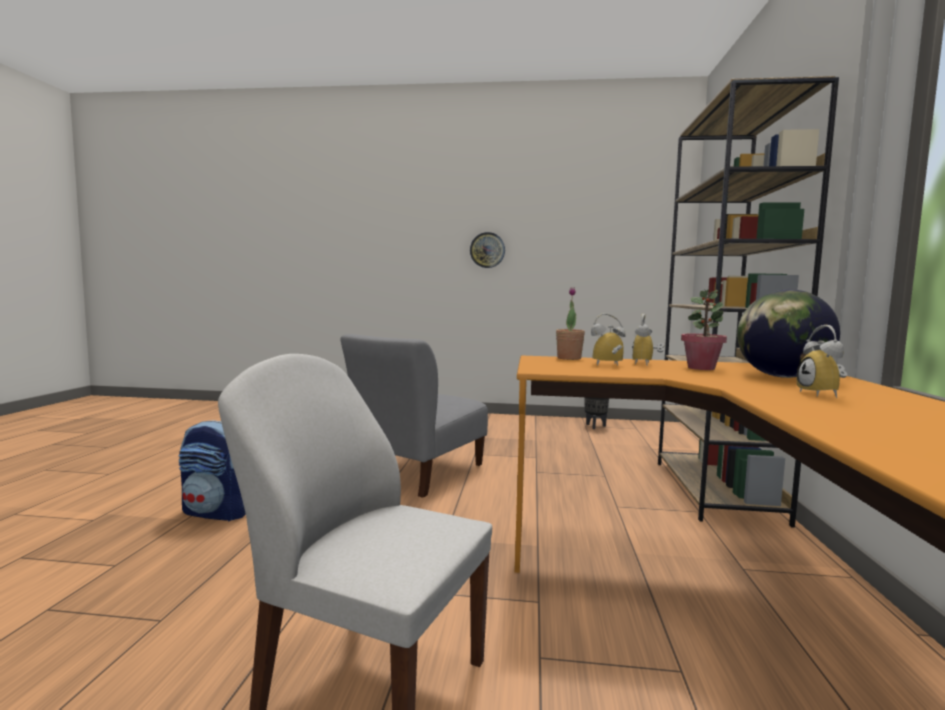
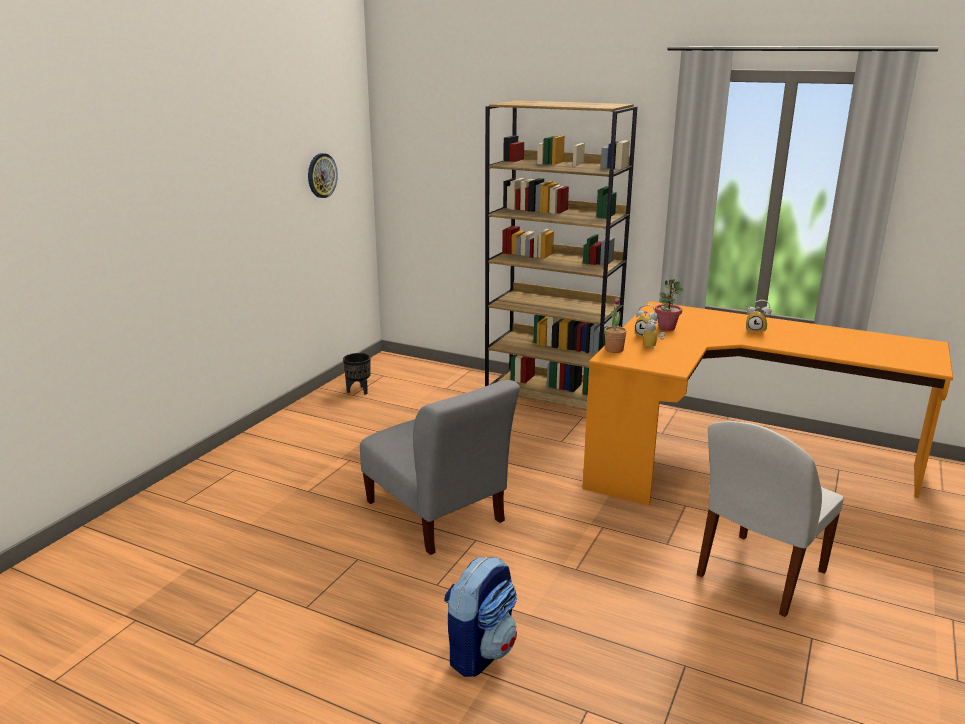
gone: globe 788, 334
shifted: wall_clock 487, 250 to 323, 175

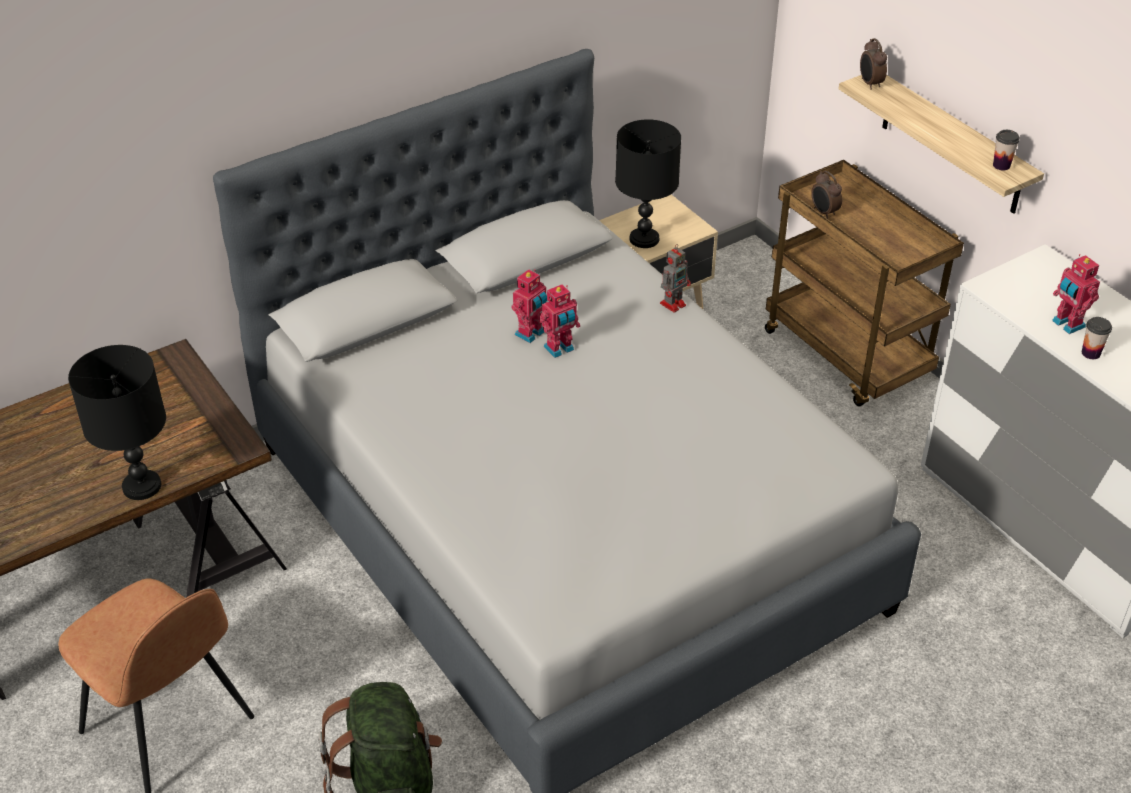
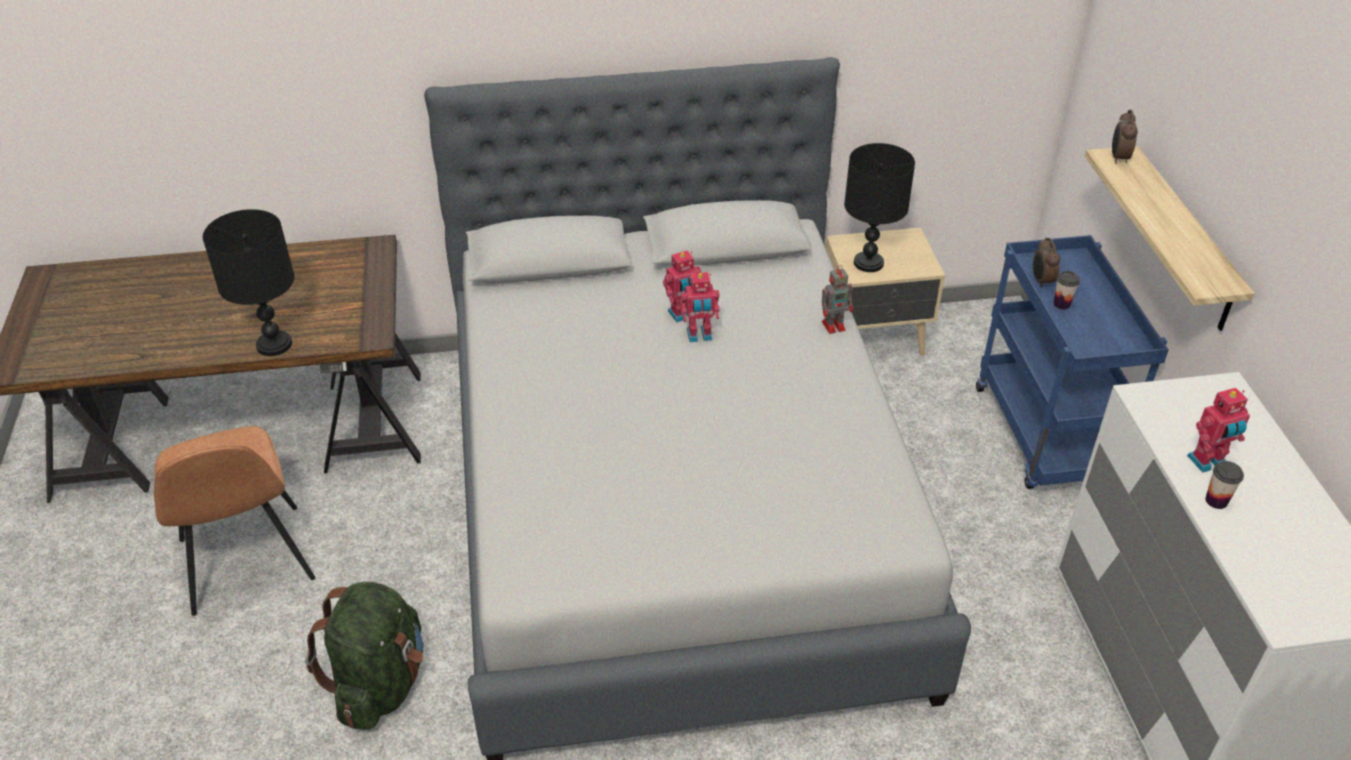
shifted: drinking_cup 1006, 150 to 1067, 290
repainted: brown_wheeled_cart 864, 283 to bluish_wheeled_cart 1072, 362
rotated: model_robot 1076, 294 = 1218, 430 105 degrees counterclockwise

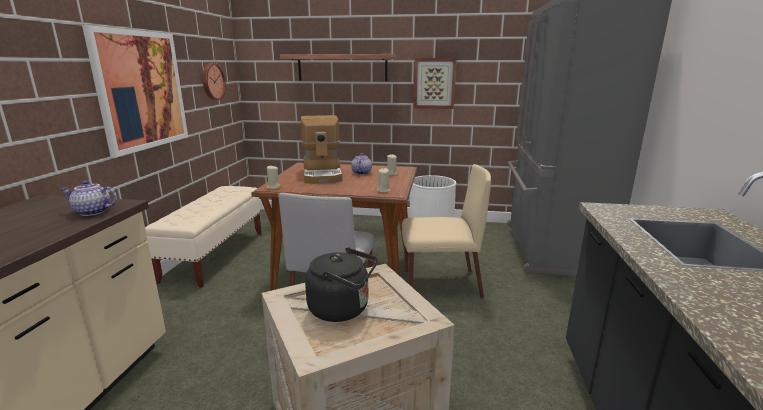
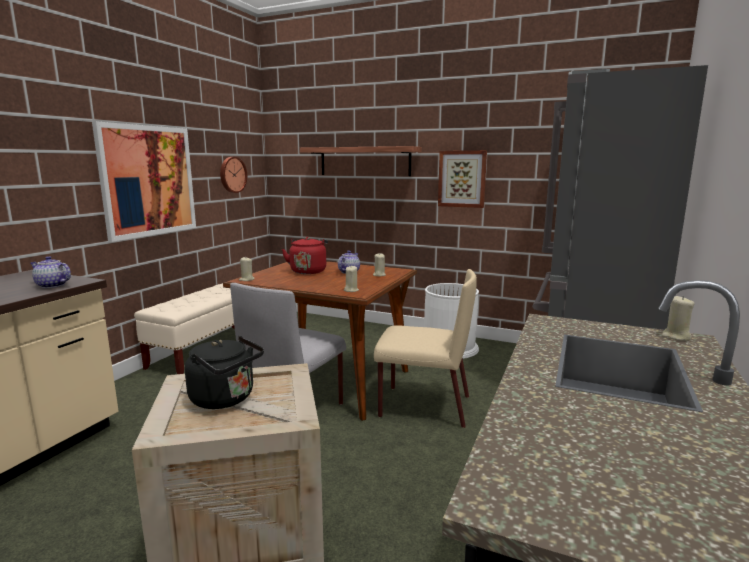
new: beige-coloured_wax_light 678, 318
swapped: coffee_brewer 321, 149 to red_tea_kettle 305, 255

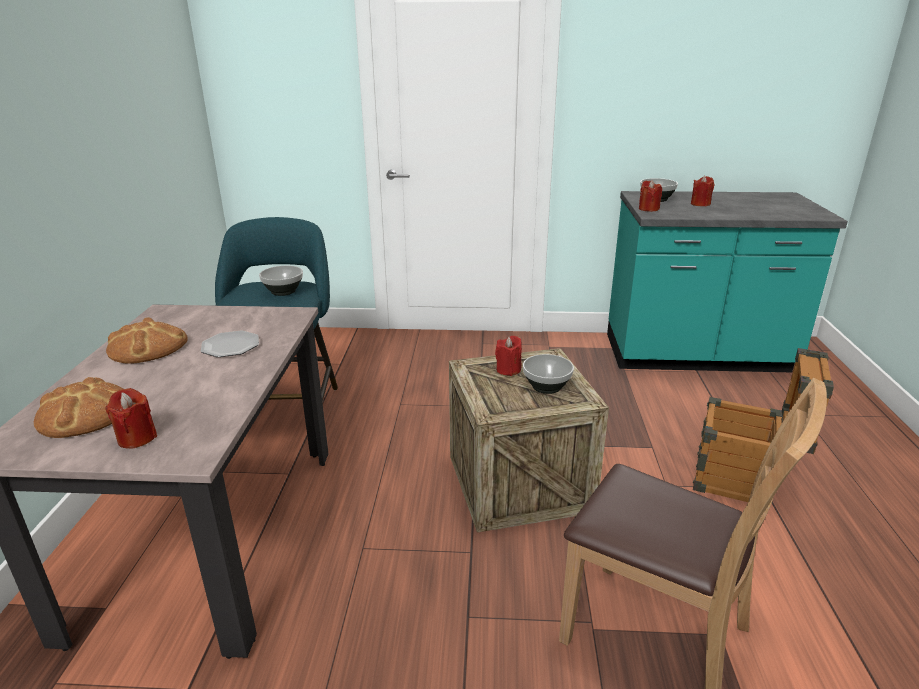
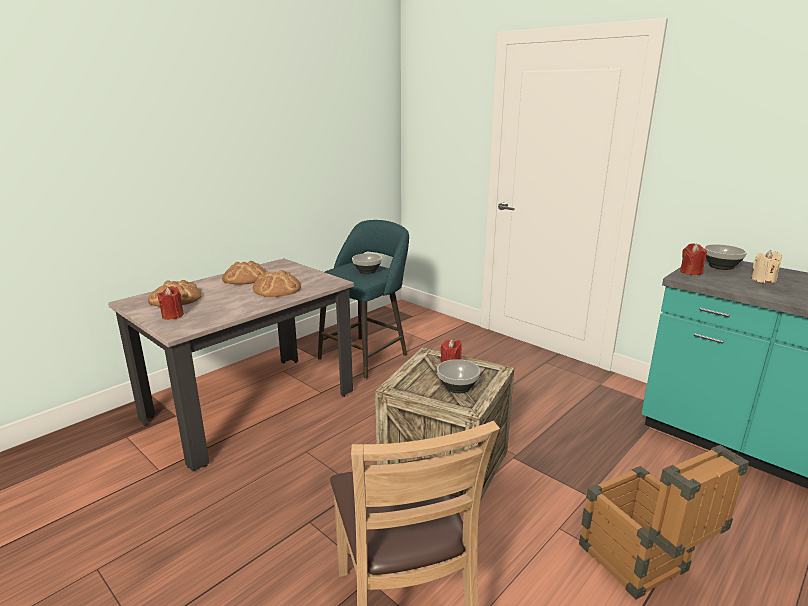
swapped: plate 230, 344 to bakery_bread 277, 283
repainted: red_wax_light 702, 191 to beige-coloured_wax_light 766, 266

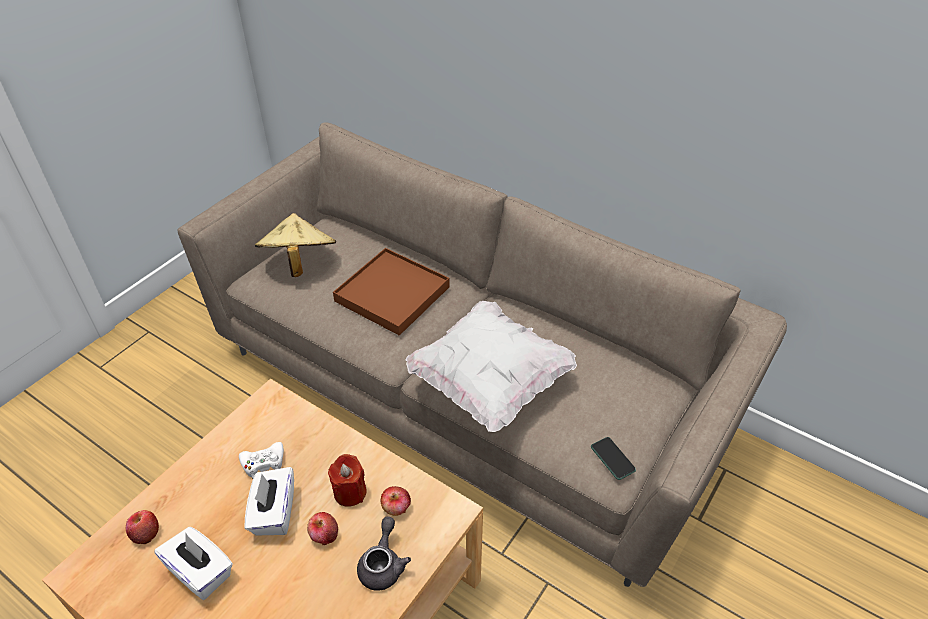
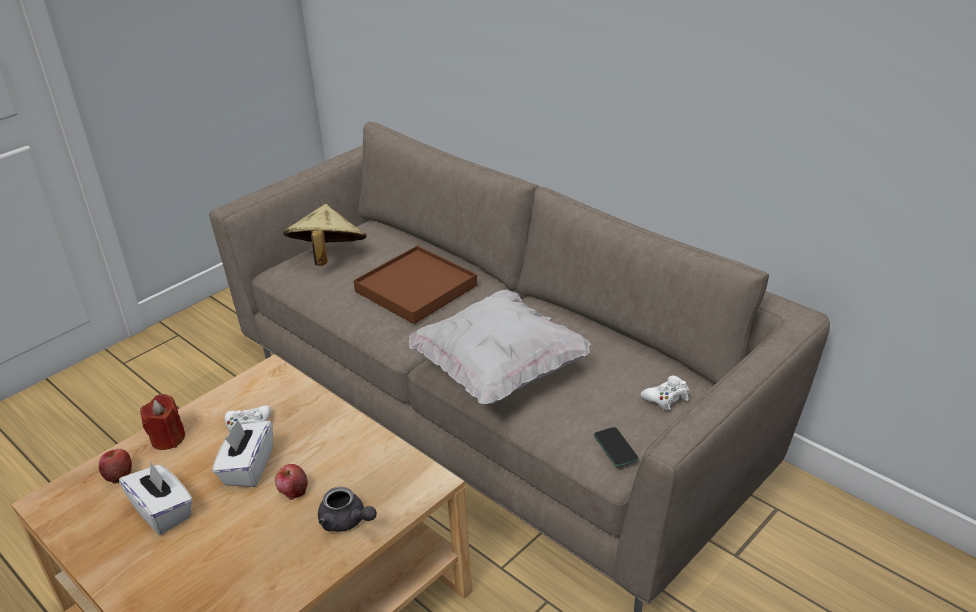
gone: whole_apple 396, 501
new: whitish_joypad 665, 393
shifted: red_wax_light 347, 480 to 162, 422
rotated: greyish_tea_pot 384, 554 = 347, 509 105 degrees clockwise

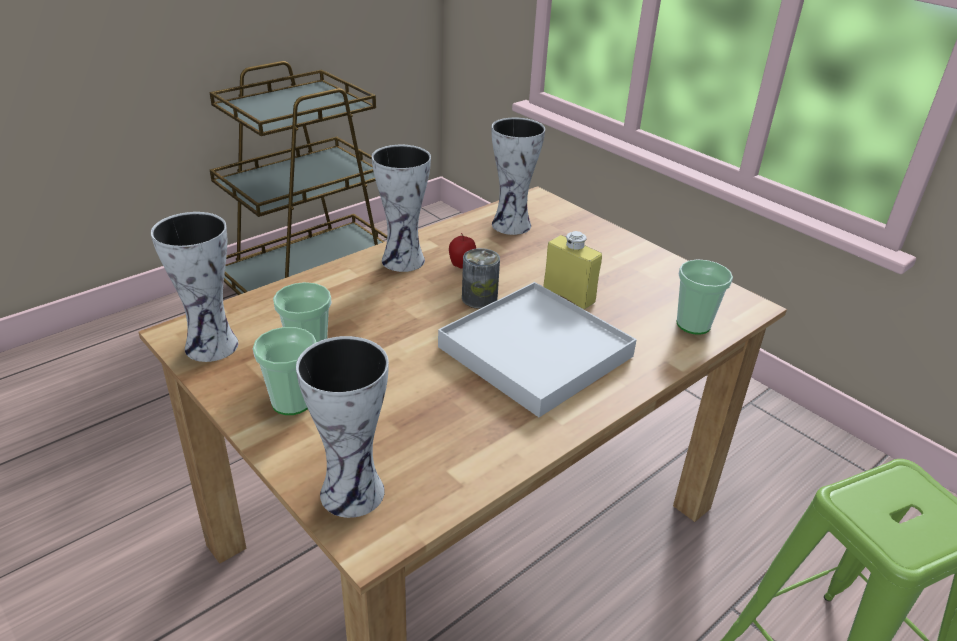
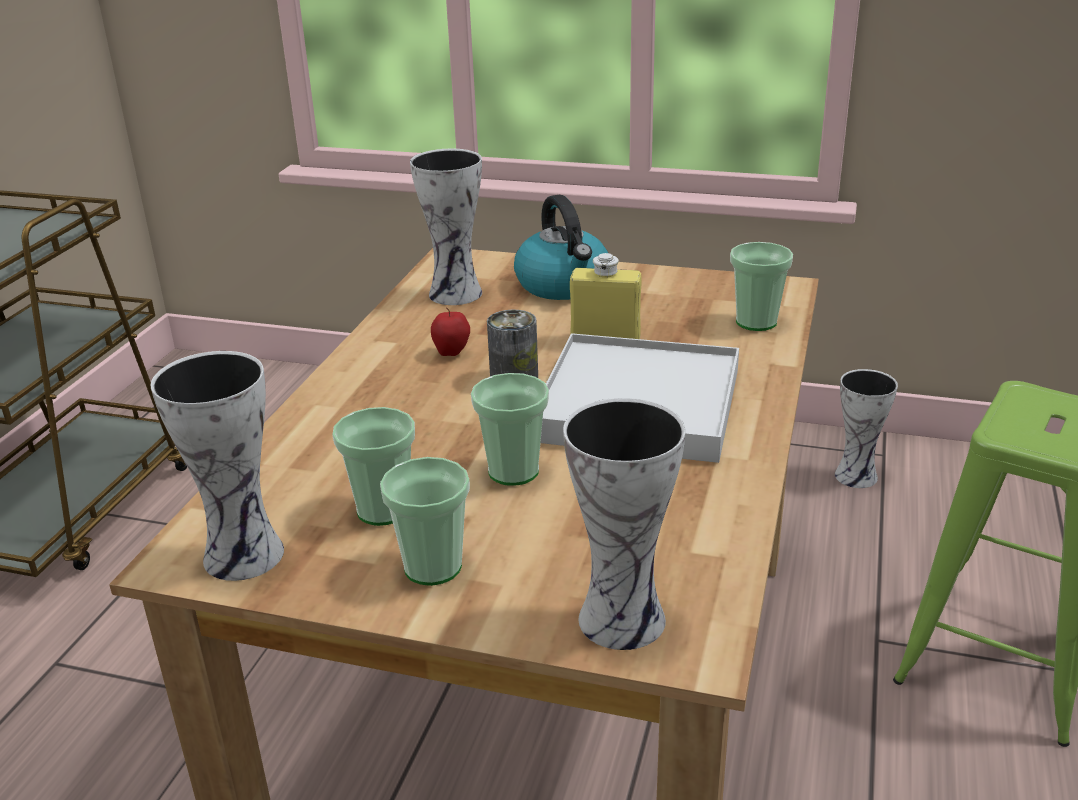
new: drinking_cup 510, 429; tea_kettle 561, 247
shifted: decorative_vase 401, 208 to 866, 428

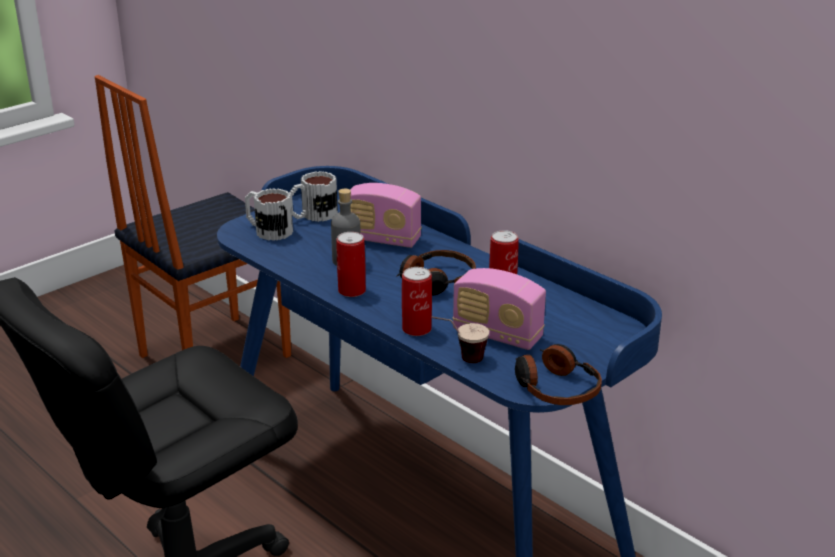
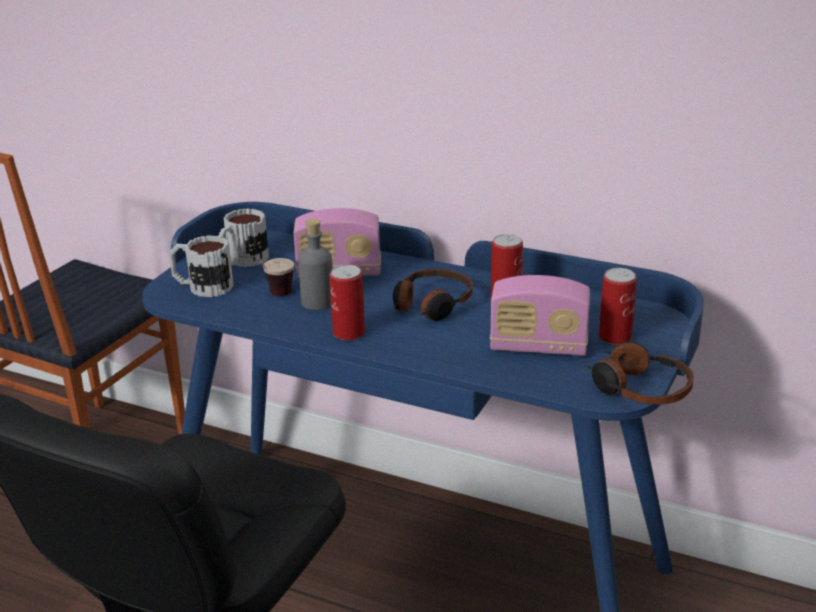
shifted: drinking_cup 460, 339 to 266, 275; sealed_can 417, 301 to 618, 306

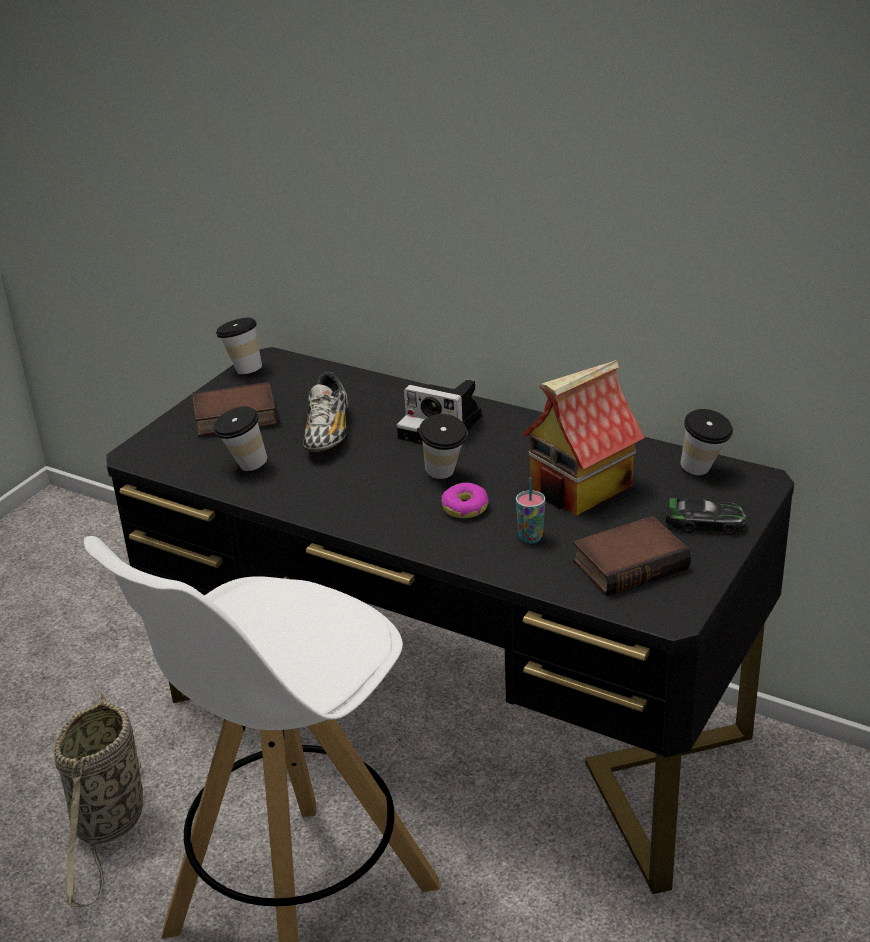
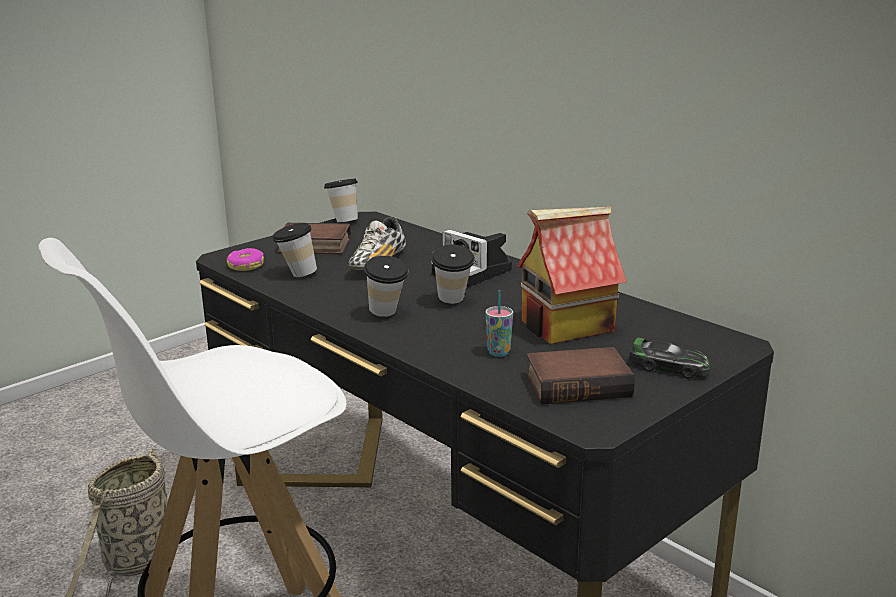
shifted: ring_doughnut 465, 500 to 245, 259; drinking_cup 706, 442 to 386, 286

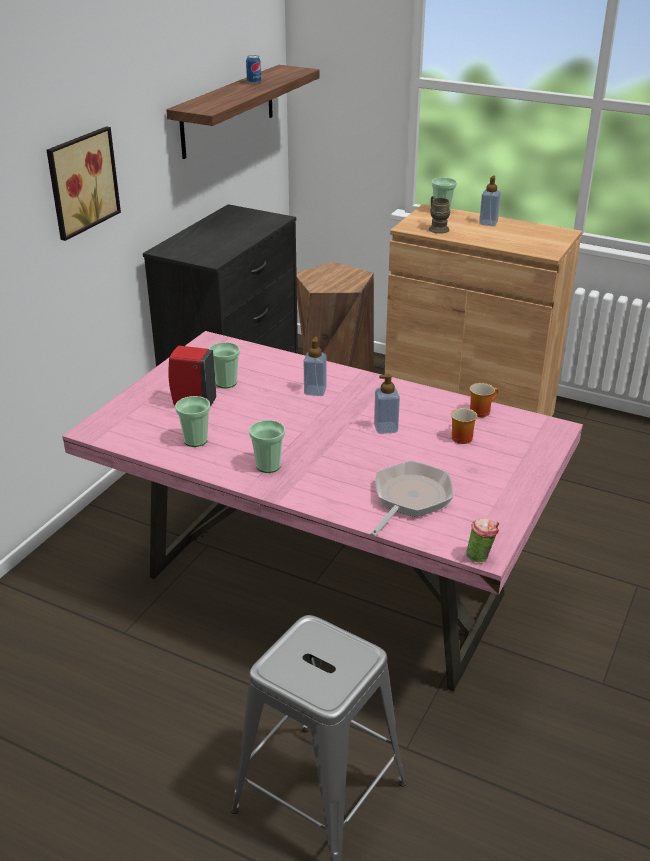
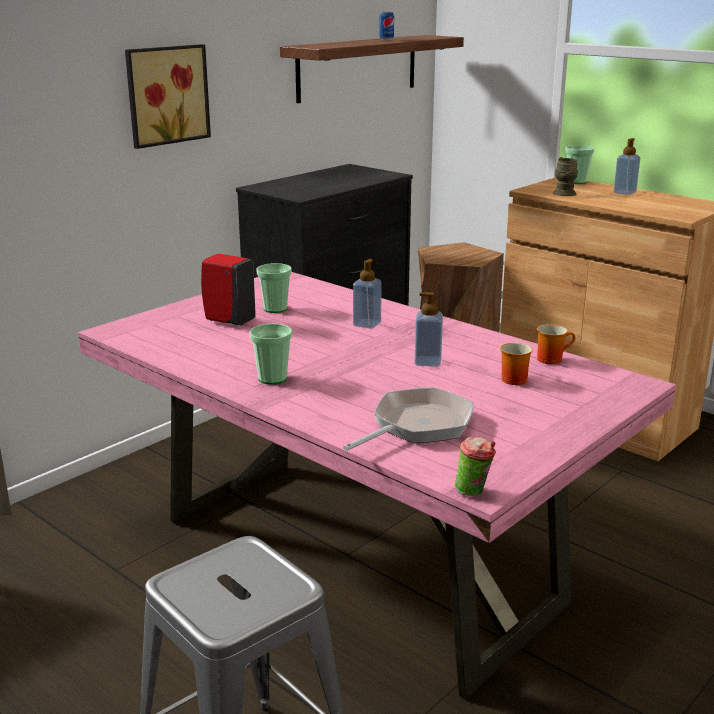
gone: drinking_cup 192, 421

